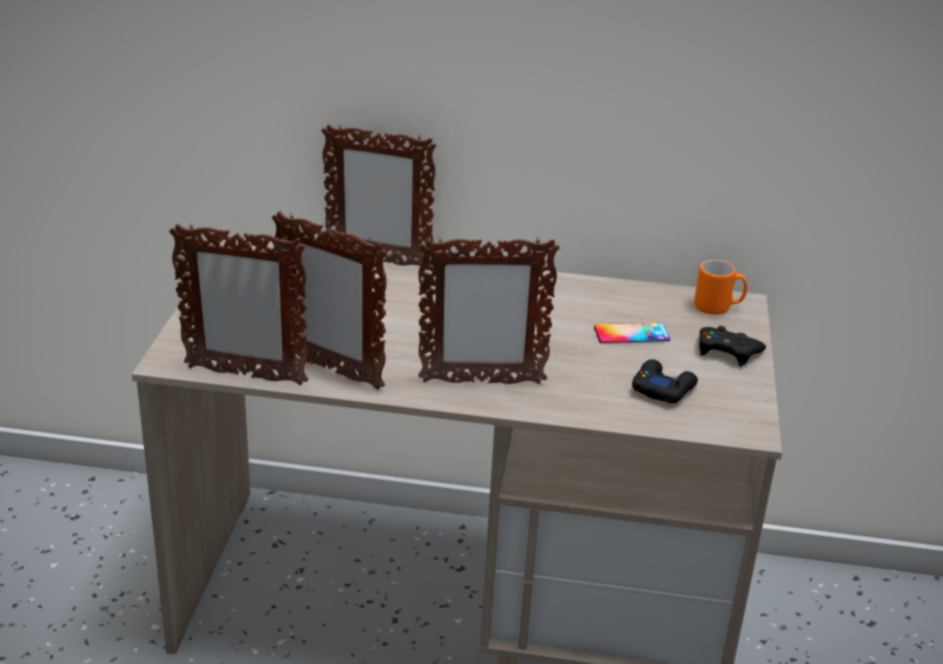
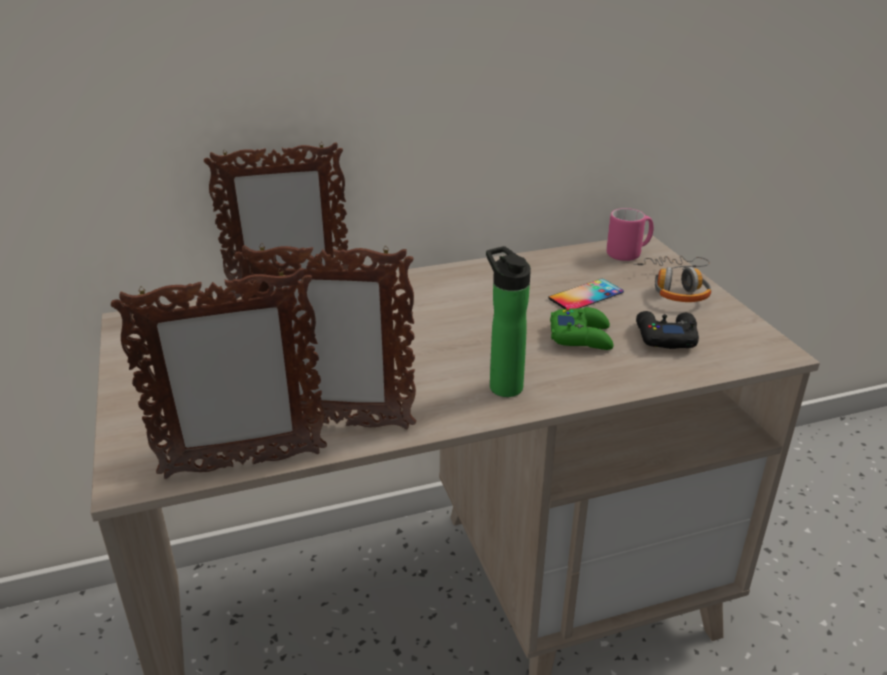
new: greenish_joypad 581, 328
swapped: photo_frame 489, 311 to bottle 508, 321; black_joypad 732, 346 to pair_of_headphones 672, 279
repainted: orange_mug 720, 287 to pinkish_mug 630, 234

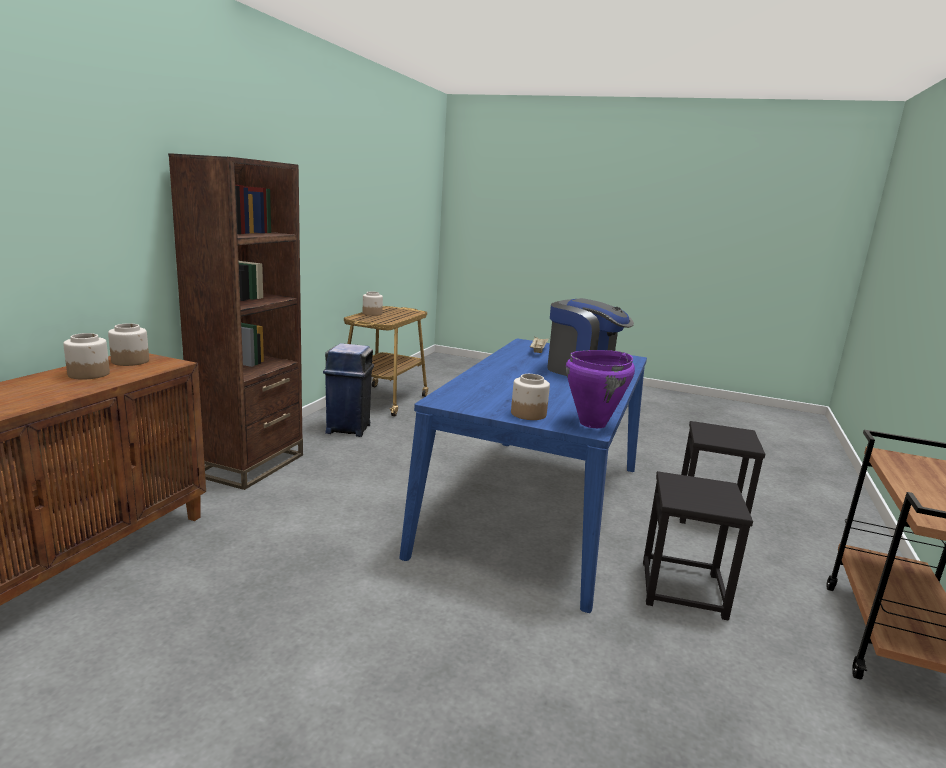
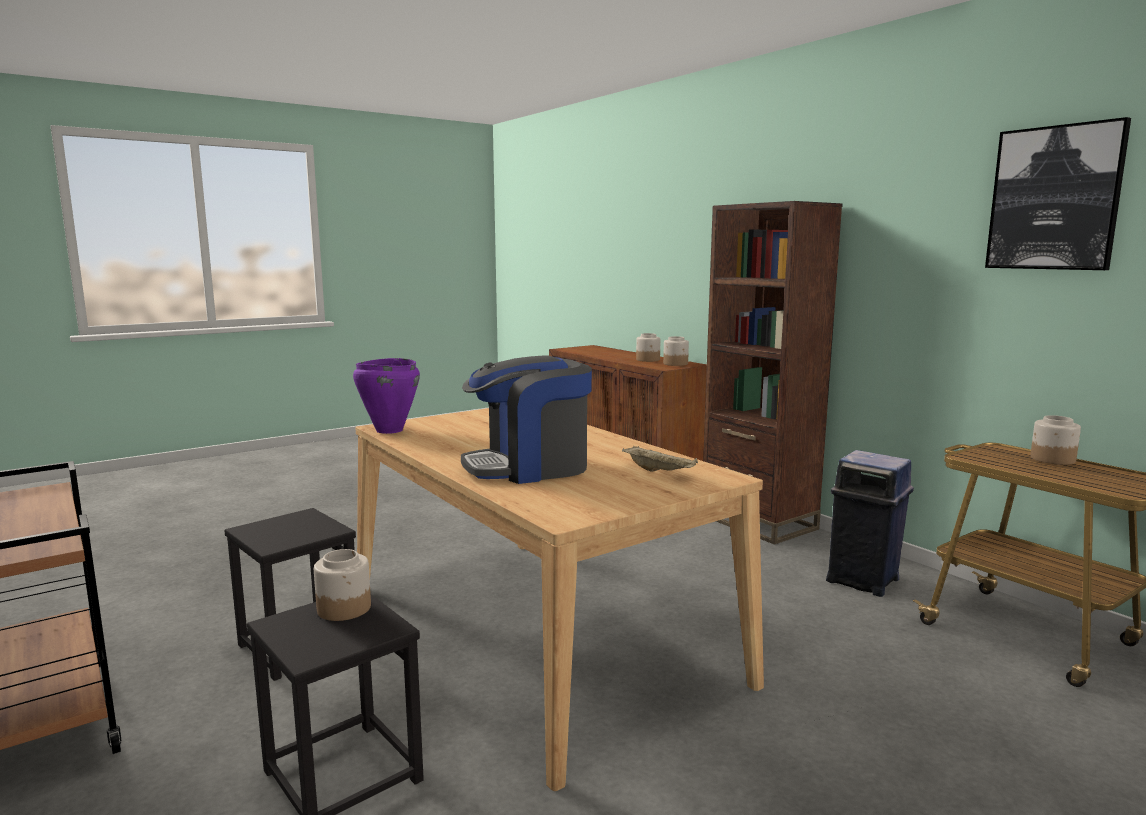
new: wall_picture 1058, 193
shifted: preserve_jar 530, 397 to 342, 585
repainted: bluish_dinner_table 523, 475 to beige-coloured_dinner_table 559, 599

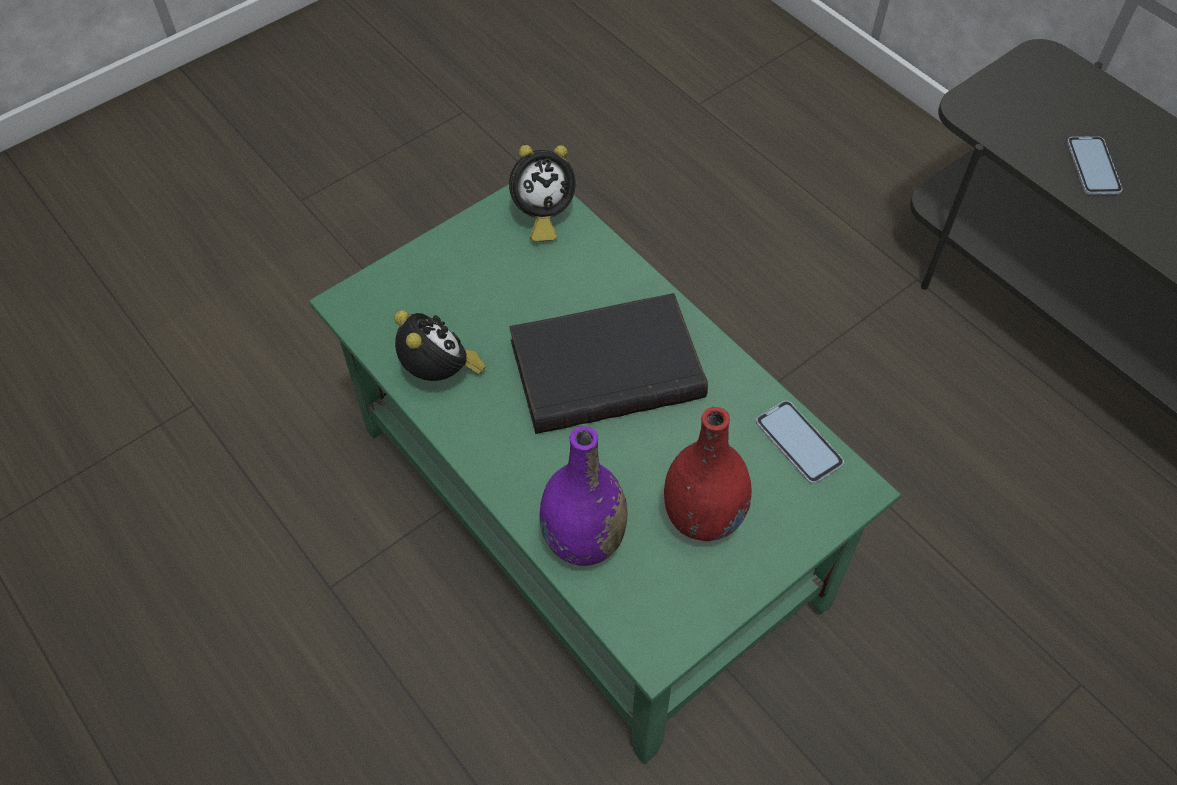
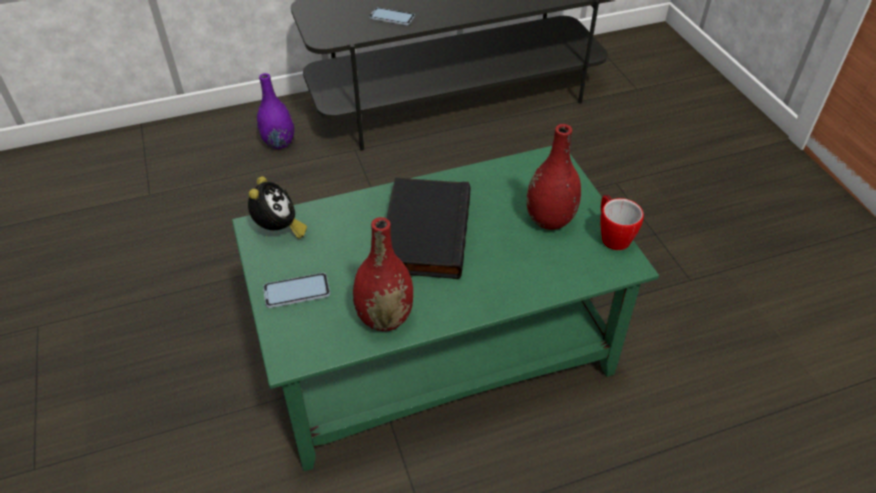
new: mug 622, 222
shifted: purplish_decorative_vase 584, 496 to 275, 111; phone 800, 442 to 296, 290
swapped: table_clock 439, 345 to red_decorative_vase 383, 274

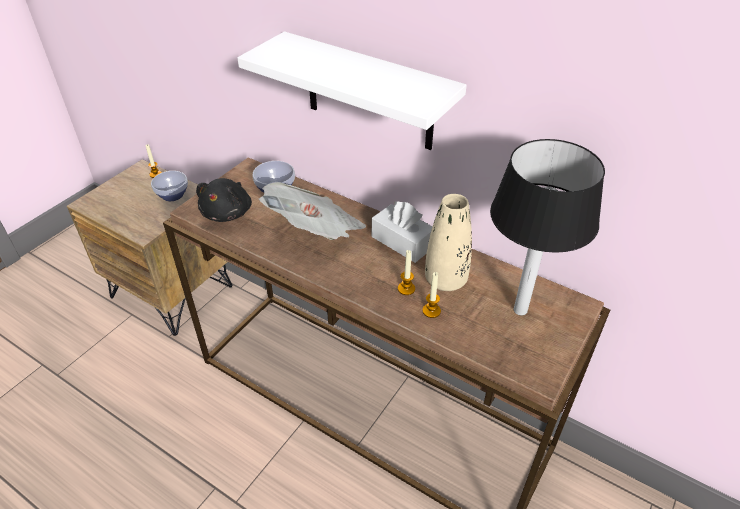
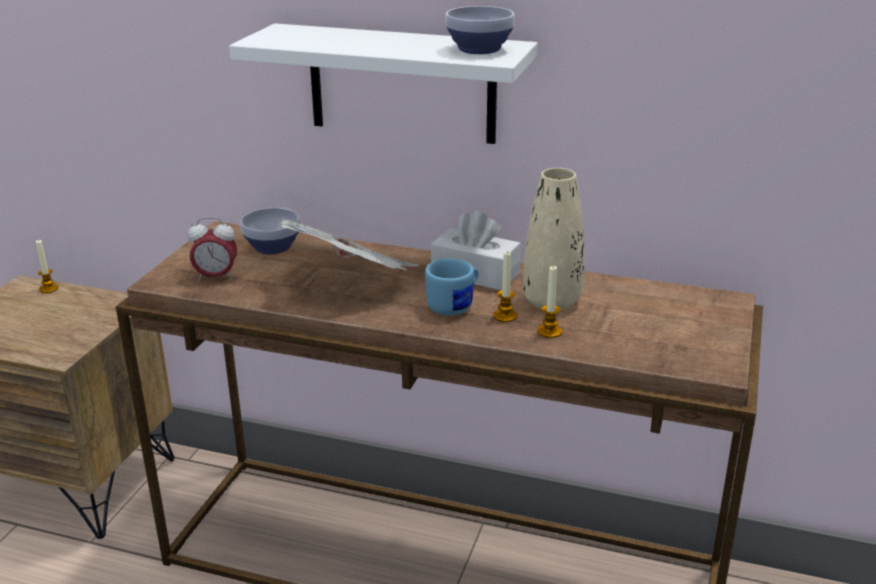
gone: tabletop_lamp 547, 227
new: bluish_mug 452, 287
shifted: bowl 169, 186 to 480, 30
swapped: black_plush_toy 224, 200 to table_clock 212, 249

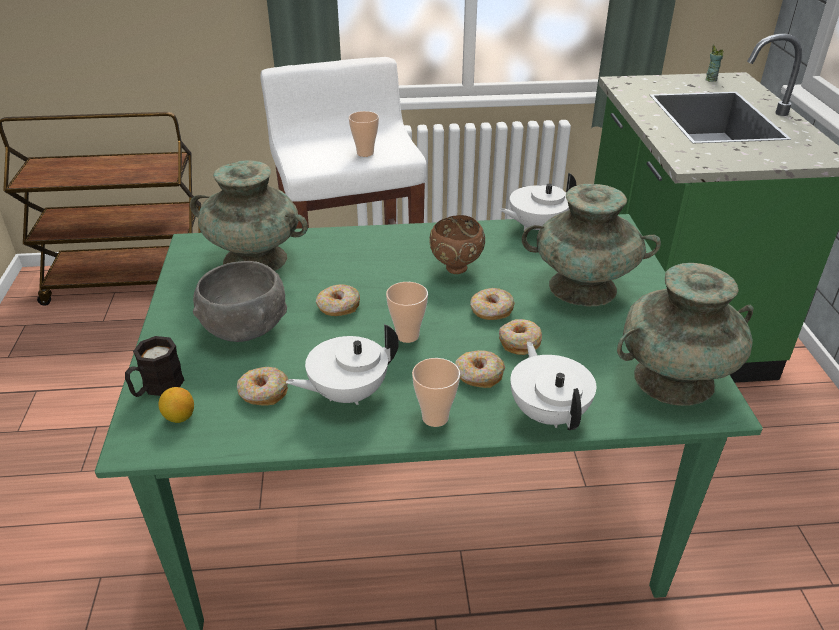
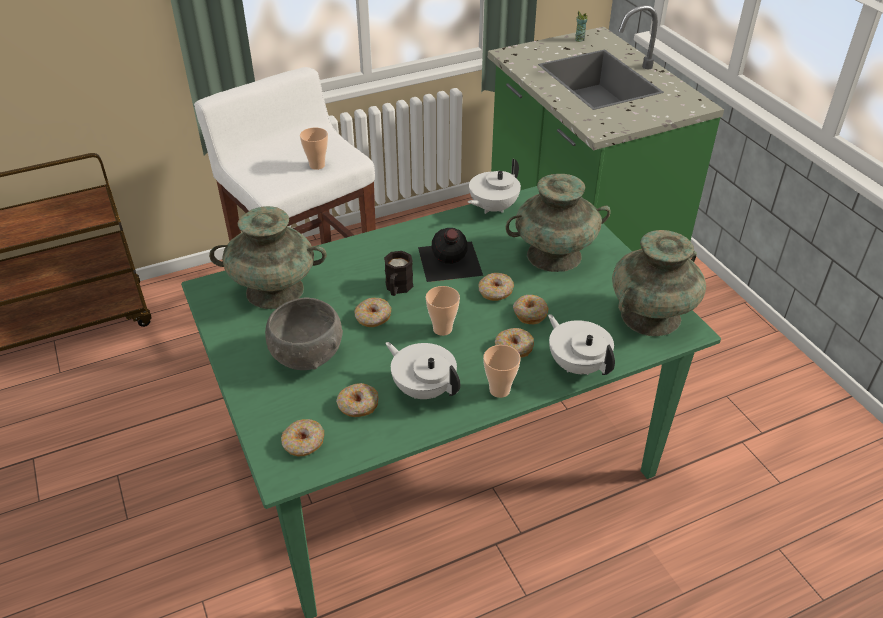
shifted: black_mug 154, 366 to 398, 273
swapped: citrus_fruit 176, 405 to ring_doughnut 302, 437; brown_bowl 457, 244 to black_bottle 450, 255
rotated: whitish_tea_pot 342, 364 = 423, 370 90 degrees clockwise

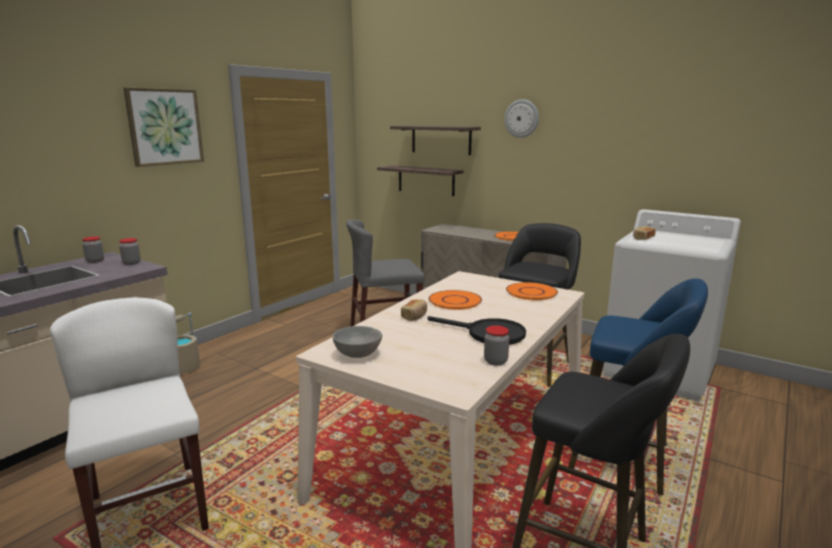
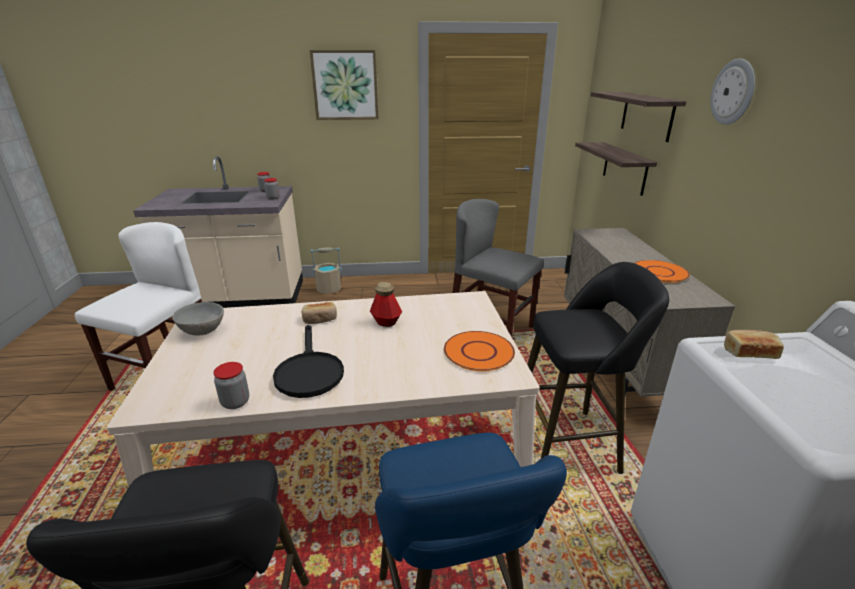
swapped: orange_plate 455, 300 to bottle 386, 304

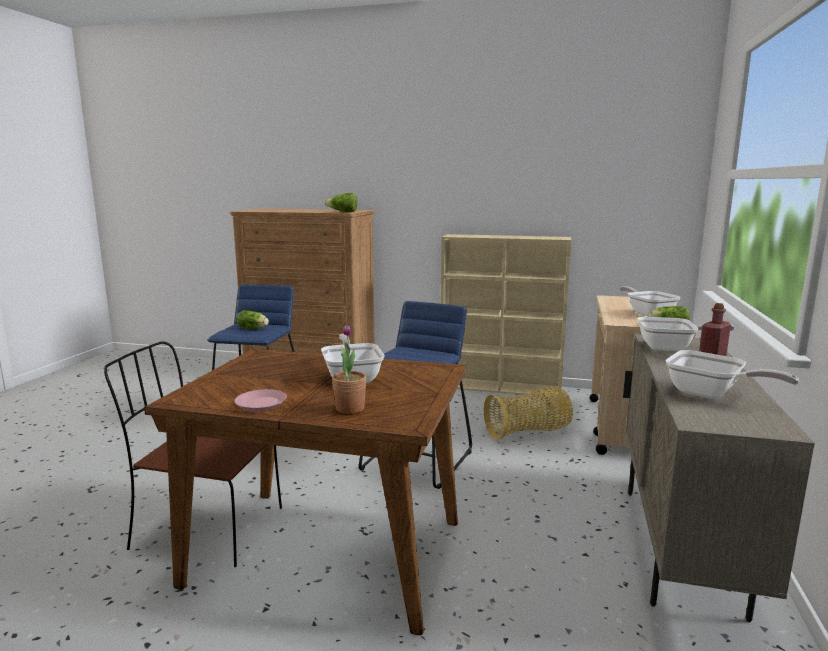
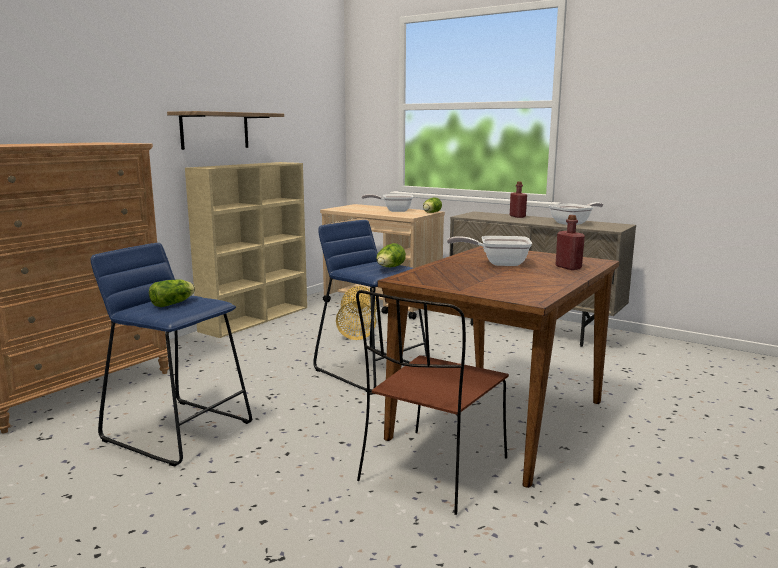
gone: pinkish_plate 260, 400; frying_pan 686, 334
new: shelf 225, 130
shifted: lettuce_head 341, 202 to 391, 255
swapped: potted_plant 349, 369 to red_bottle 570, 242

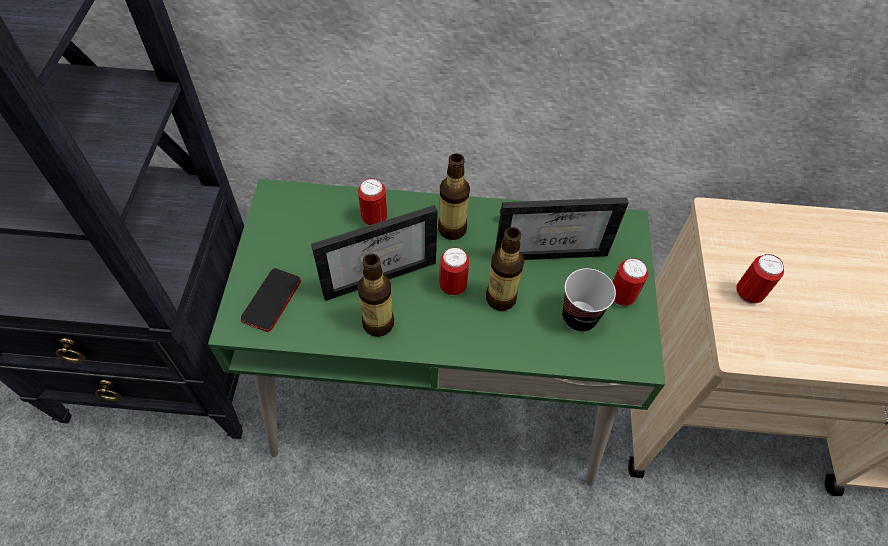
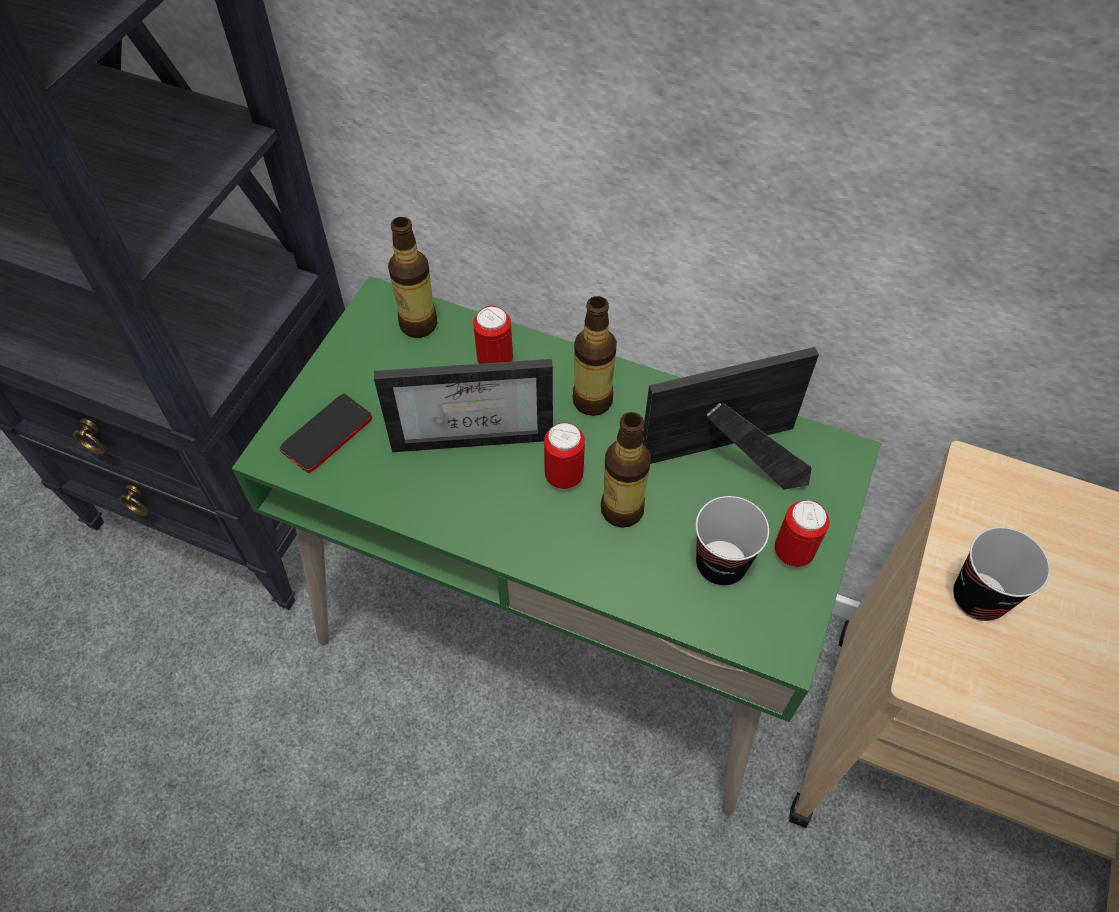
shifted: bottle 375, 295 to 412, 277
swapped: sealed_can 760, 279 to drinking_cup 1001, 574
rotated: photo_frame 561, 228 = 731, 418 150 degrees clockwise

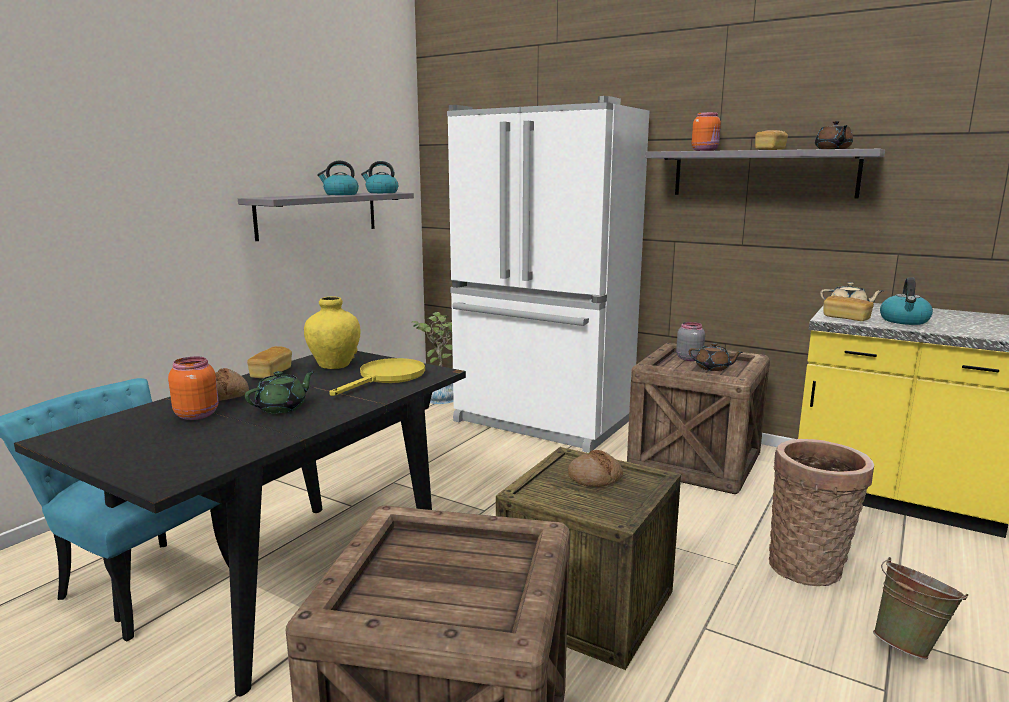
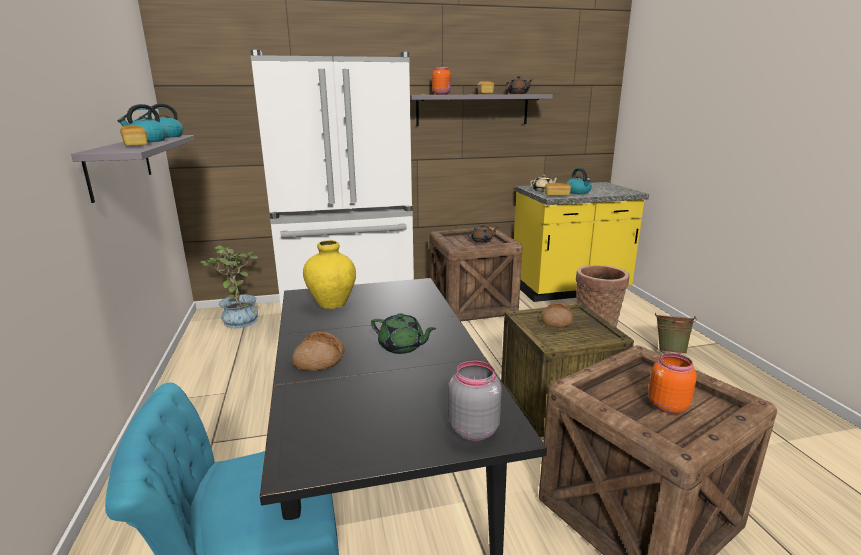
gone: yellowish_frying_pan 377, 377
shifted: bakery_bread 269, 362 to 133, 135; greyish_preserve_jar 690, 341 to 475, 401; orange_preserve_jar 193, 388 to 672, 383
rotated: greenish_tea_pot 280, 392 = 403, 333 120 degrees clockwise

